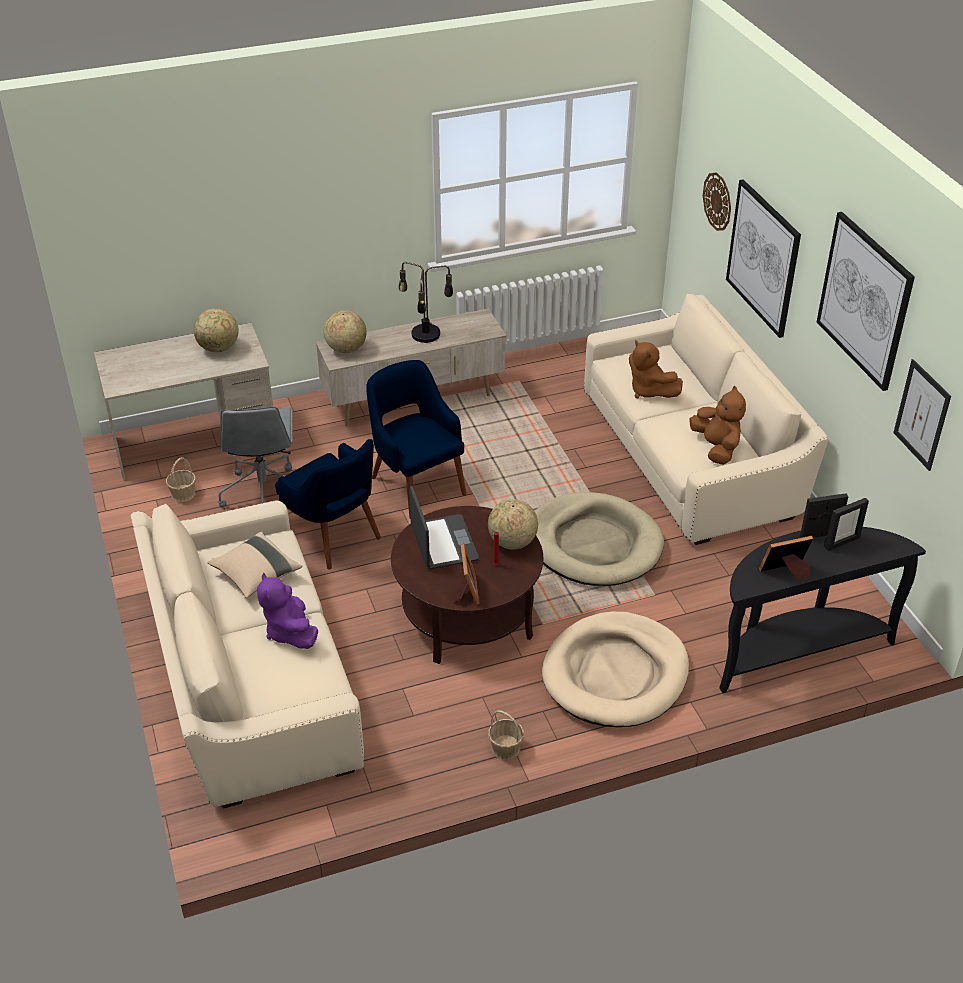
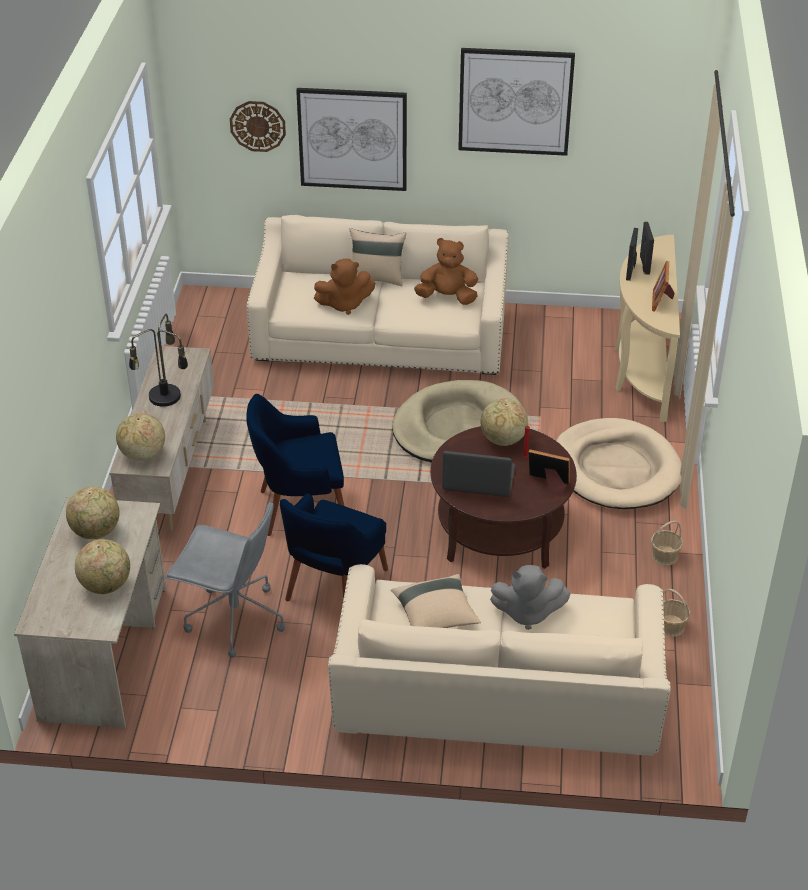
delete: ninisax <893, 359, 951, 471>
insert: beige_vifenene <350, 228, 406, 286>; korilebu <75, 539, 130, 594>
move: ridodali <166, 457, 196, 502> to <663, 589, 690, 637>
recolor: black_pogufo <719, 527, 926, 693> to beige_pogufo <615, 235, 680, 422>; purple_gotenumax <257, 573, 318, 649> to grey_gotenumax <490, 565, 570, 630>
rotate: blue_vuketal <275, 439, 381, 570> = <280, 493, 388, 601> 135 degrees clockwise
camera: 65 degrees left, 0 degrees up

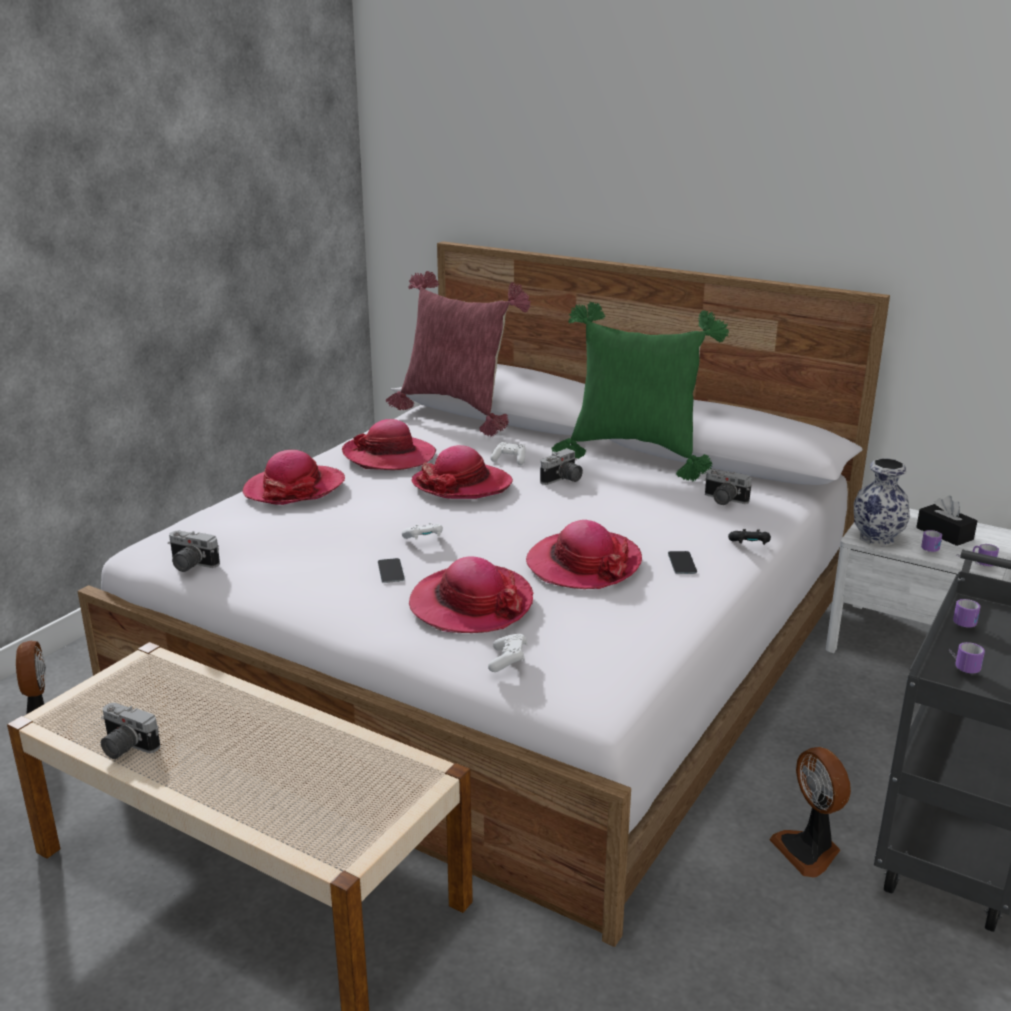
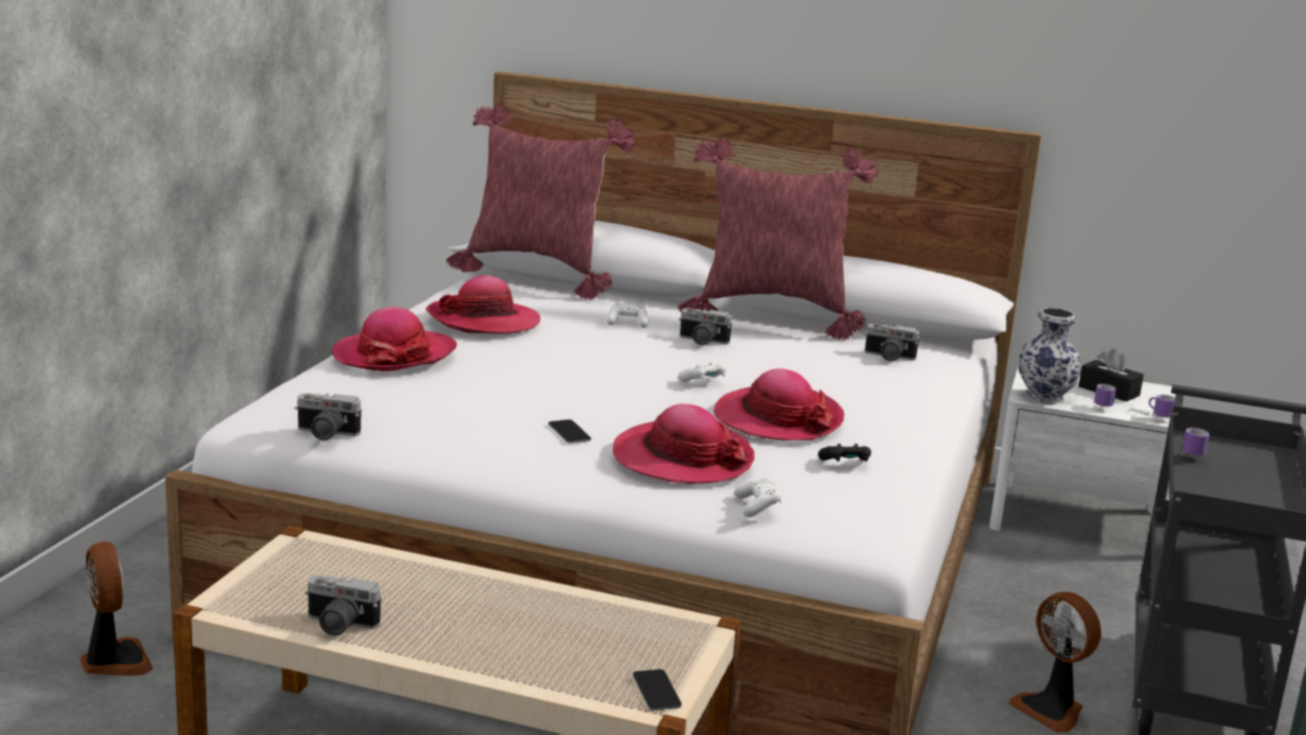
delete: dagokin <411, 445, 513, 499>; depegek <949, 642, 985, 674>
move: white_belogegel <402, 522, 443, 540> to <678, 363, 726, 382>; black_belogegel <728, 529, 771, 545> to <818, 444, 871, 462>; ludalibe <668, 551, 697, 574> to <633, 669, 682, 711>
recolor: green_vifenene <551, 302, 729, 482> to red_vifenene <678, 138, 879, 341>
rotate: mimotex <540, 448, 583, 485> = <679, 308, 732, 345> 75 degrees clockwise
camera: 15 degrees left, 5 degrees down

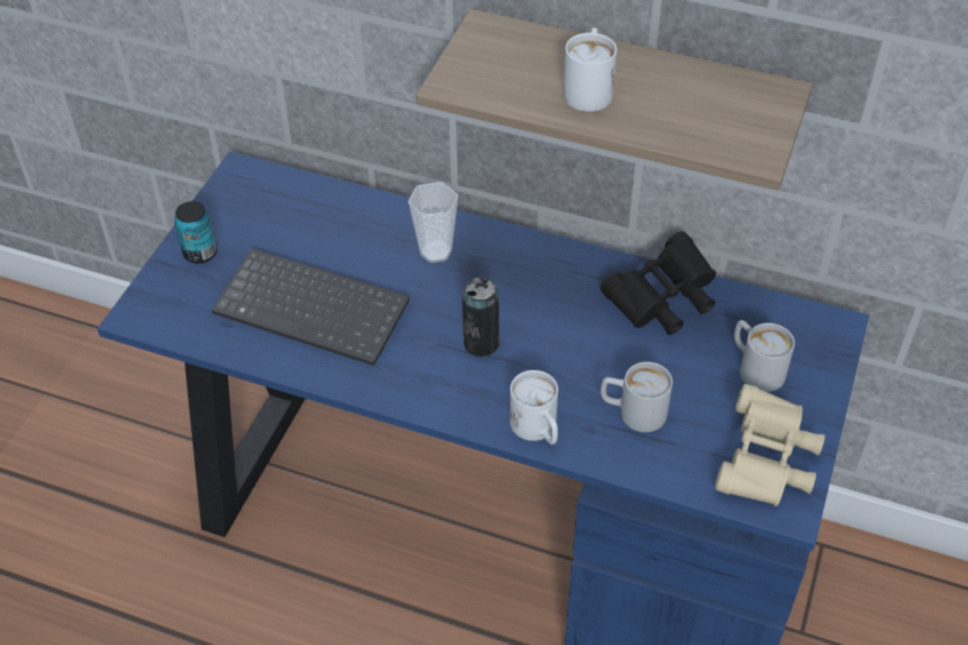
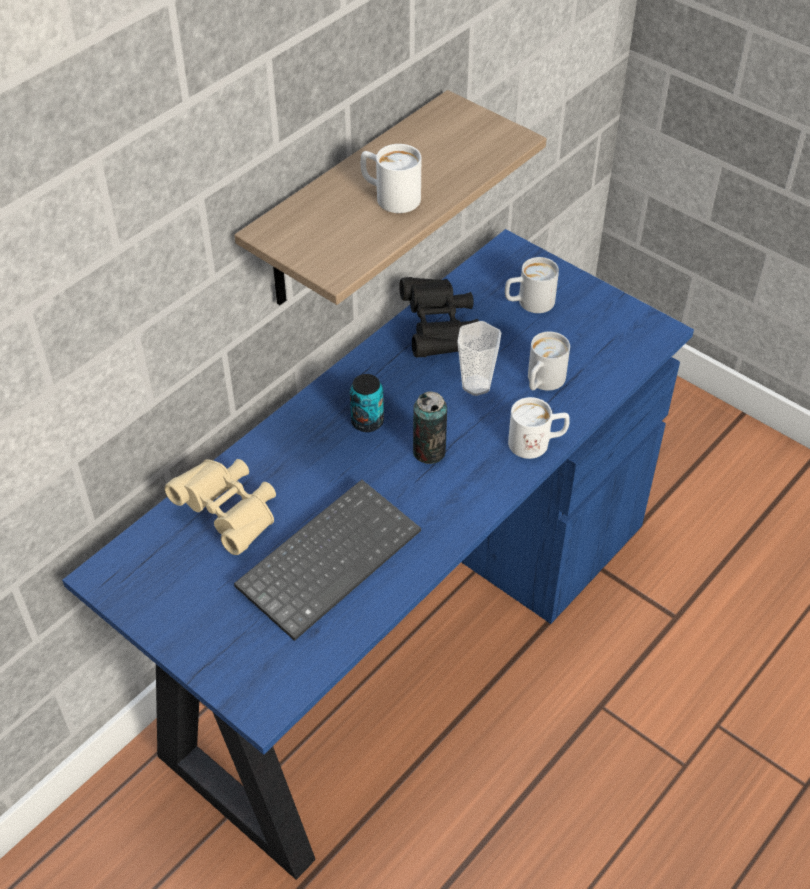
move: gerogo <408, 182, 458, 263> to <457, 321, 501, 396>; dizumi <174, 201, 217, 264> to <350, 374, 384, 432>; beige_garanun <715, 384, 825, 506> to <165, 459, 276, 555>
camera: 70 degrees left, 0 degrees up

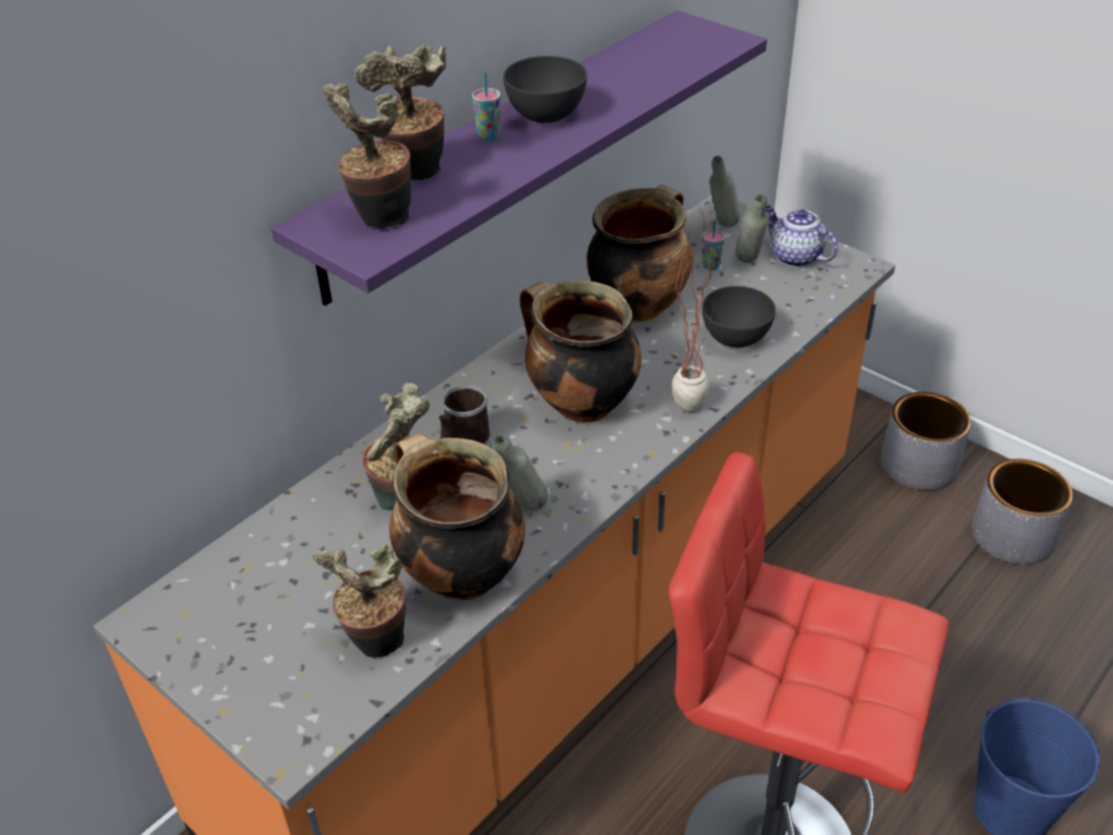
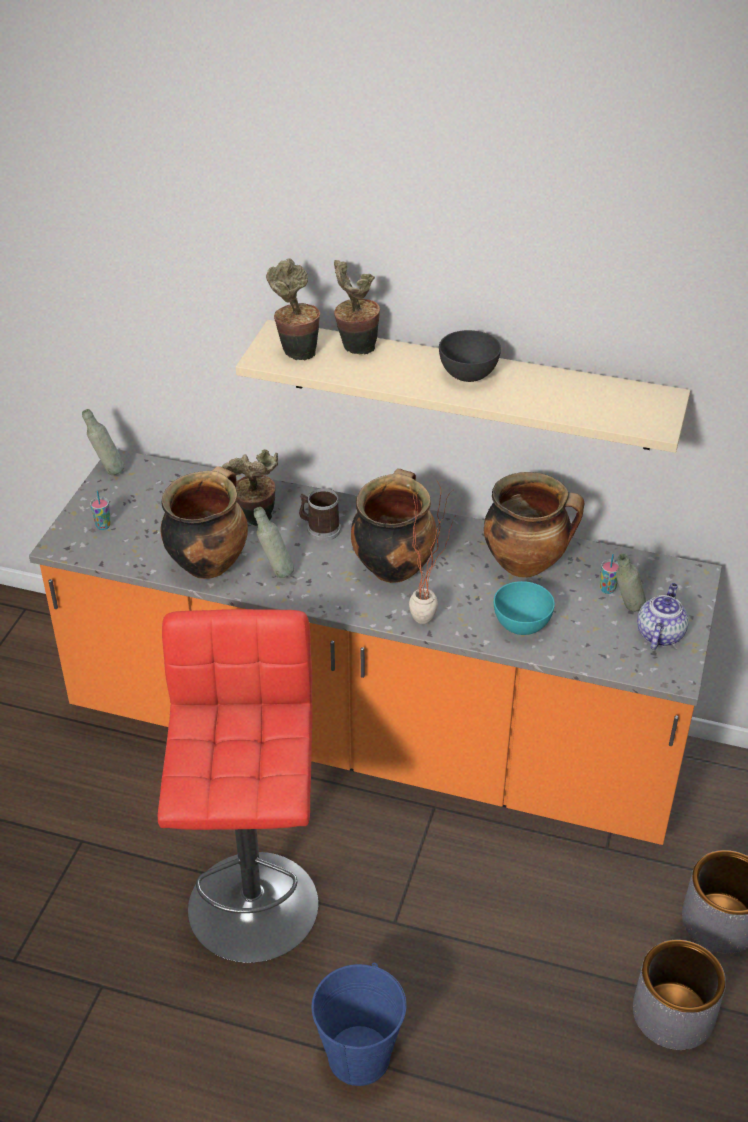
delete: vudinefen <312, 544, 406, 658>
move: gerogo <472, 72, 501, 141> to <90, 491, 111, 530>; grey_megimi <709, 156, 740, 227> to <82, 409, 125, 475>
recolor: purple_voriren <271, 10, 767, 306> to beige_voriren <236, 320, 690, 453>; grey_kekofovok <702, 286, 776, 348> to turquoise_kekofovok <494, 581, 555, 635>
camera: 65 degrees right, 0 degrees up

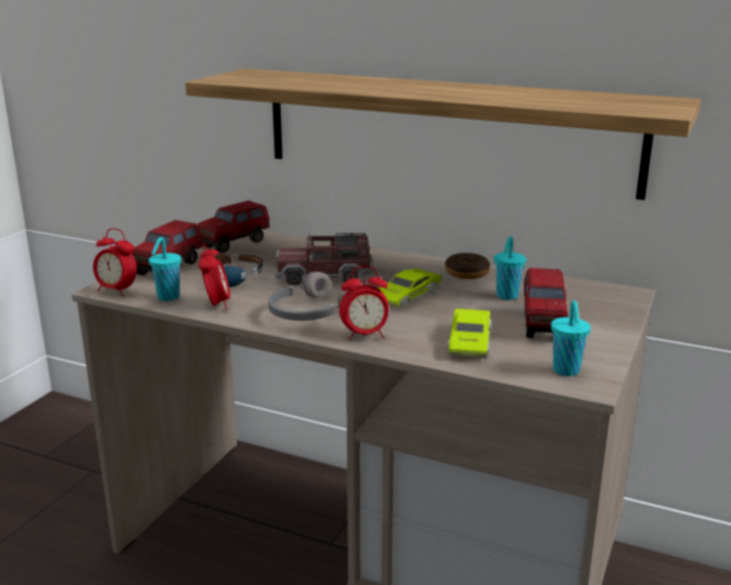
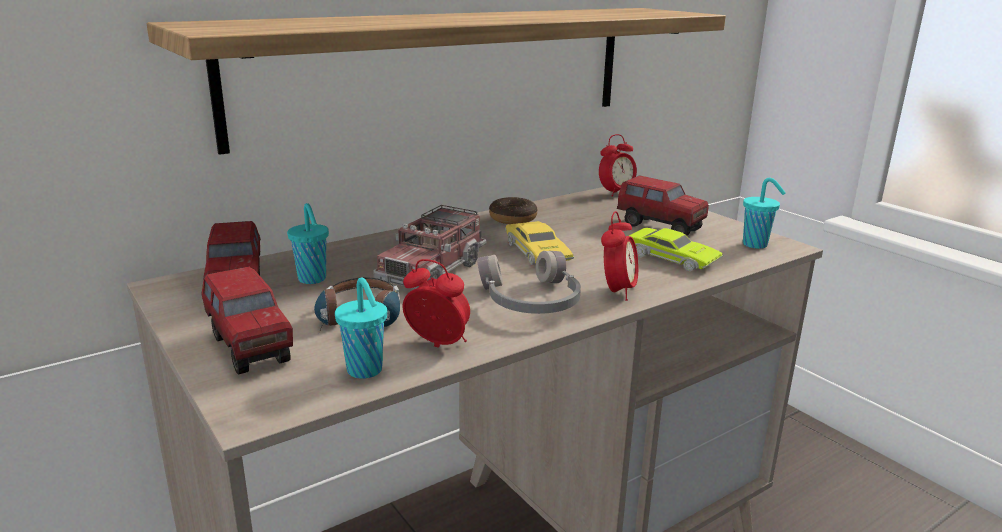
move: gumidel <93, 228, 137, 296> to <599, 134, 637, 197>; turquoise_gerogo <494, 236, 526, 300> to <287, 203, 329, 284>
recolor: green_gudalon <378, 268, 442, 308> to yellow_gudalon <505, 221, 574, 265>
camera: 60 degrees left, 0 degrees up

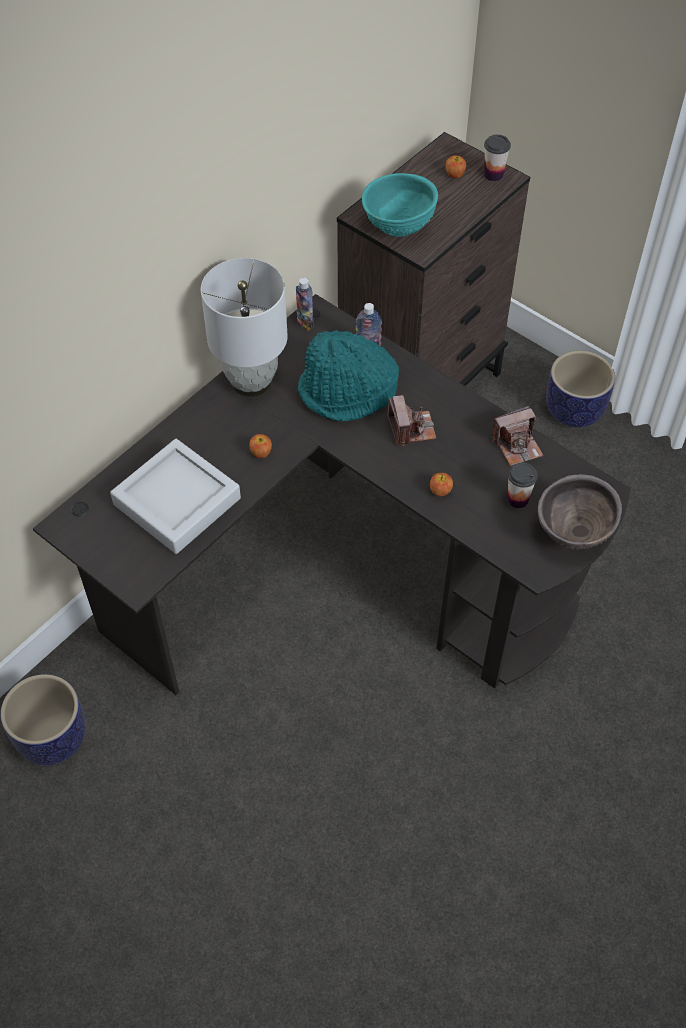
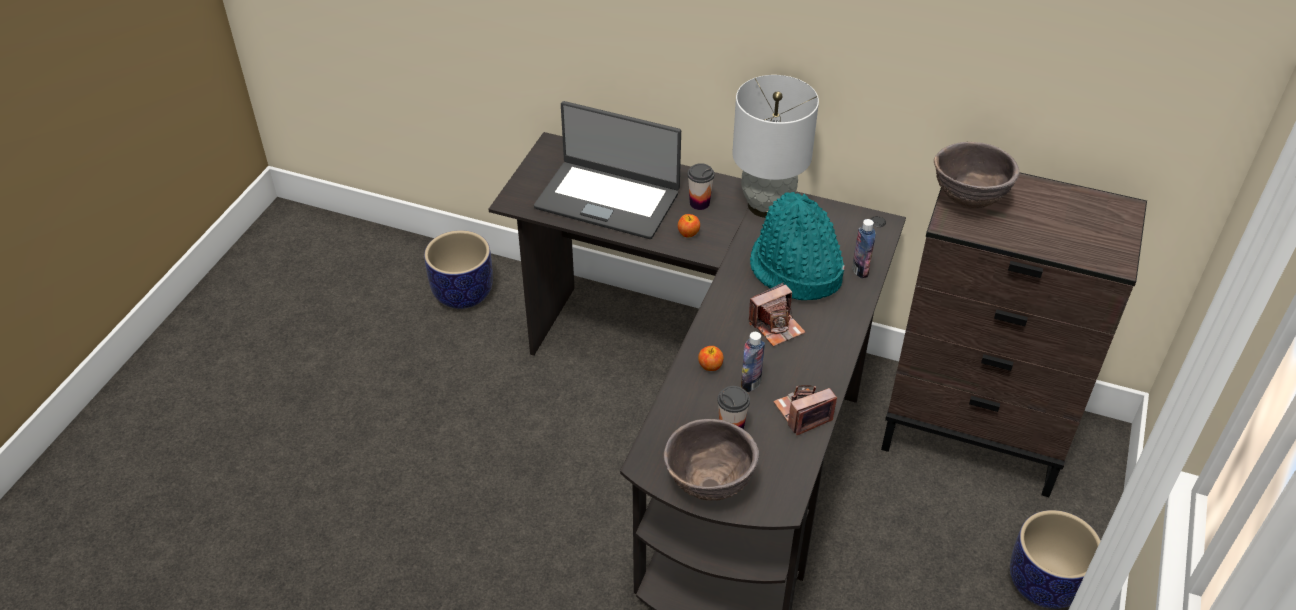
delete: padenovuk <446, 155, 466, 178>
move: gerogo <484, 134, 511, 181> to <687, 163, 714, 210>; megimi <296, 278, 313, 331> to <741, 332, 765, 392>
replace: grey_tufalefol <110, 439, 241, 554> to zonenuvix <534, 101, 681, 239>
recolor: turquoise_kekofovok <362, 173, 438, 237> to brown_kekofovok <934, 142, 1019, 209>
rotate: mimotex <492, 406, 543, 466> = <773, 385, 837, 436> 105 degrees clockwise
camera: 70 degrees right, 10 degrees down

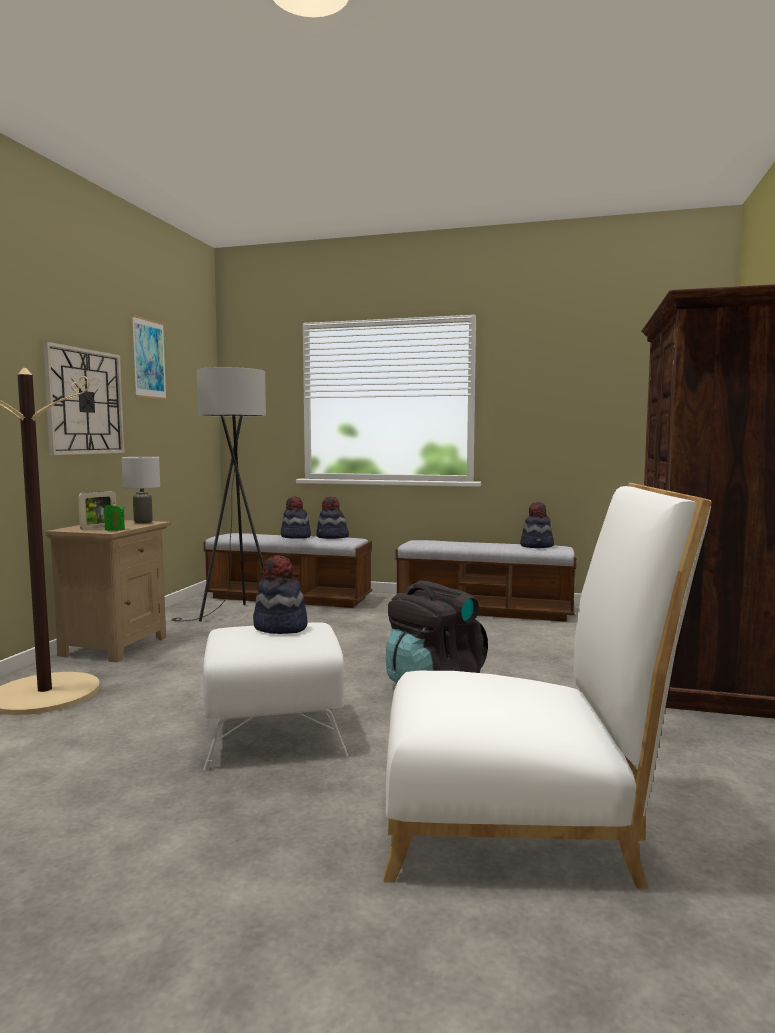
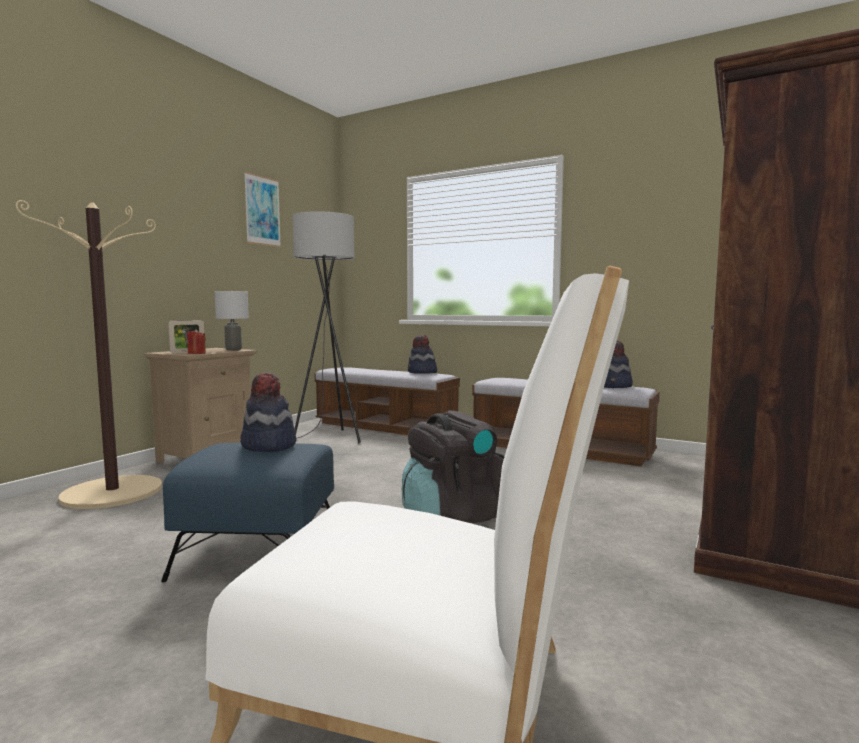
delete: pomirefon <43, 342, 125, 455>; dagokin <281, 497, 311, 539>
recolor: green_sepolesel <103, 502, 125, 531> to red_sepolesel <187, 329, 206, 354>; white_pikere <203, 623, 348, 770> to blue_pikere <161, 443, 334, 582>
camera: 15 degrees right, 0 degrees up

